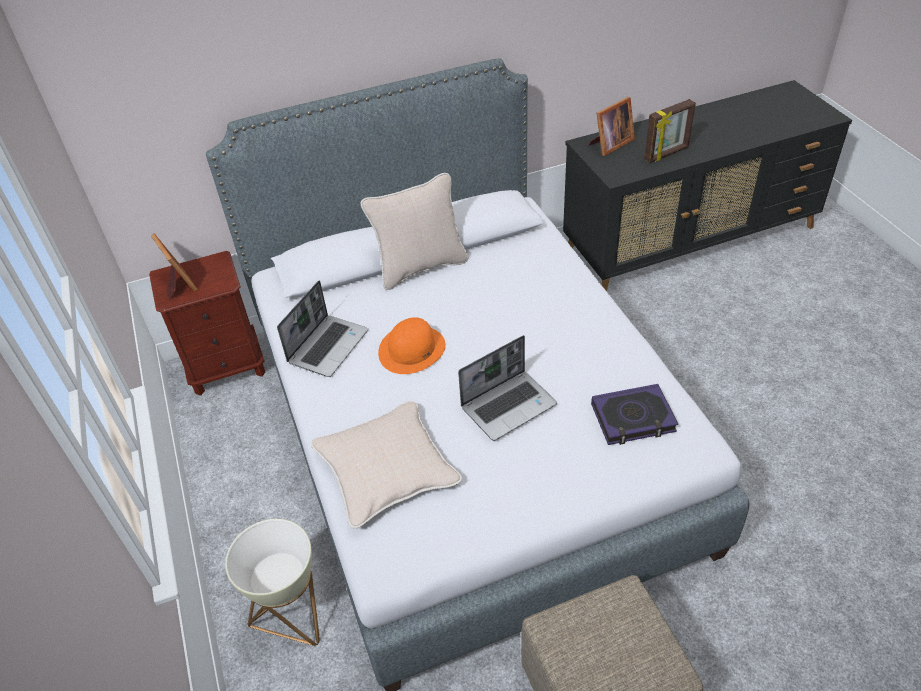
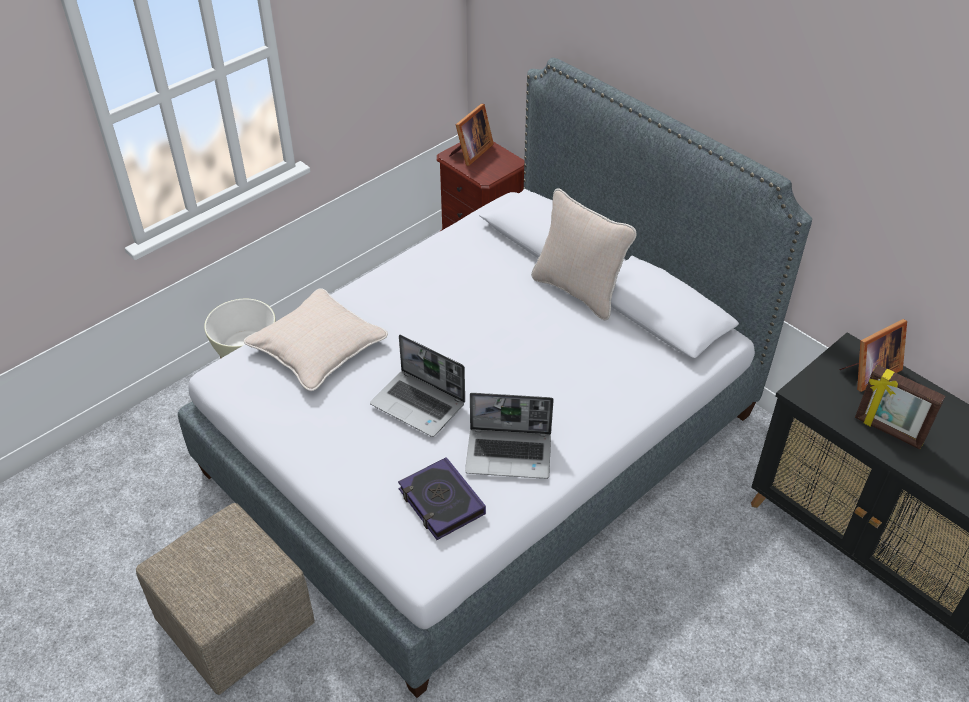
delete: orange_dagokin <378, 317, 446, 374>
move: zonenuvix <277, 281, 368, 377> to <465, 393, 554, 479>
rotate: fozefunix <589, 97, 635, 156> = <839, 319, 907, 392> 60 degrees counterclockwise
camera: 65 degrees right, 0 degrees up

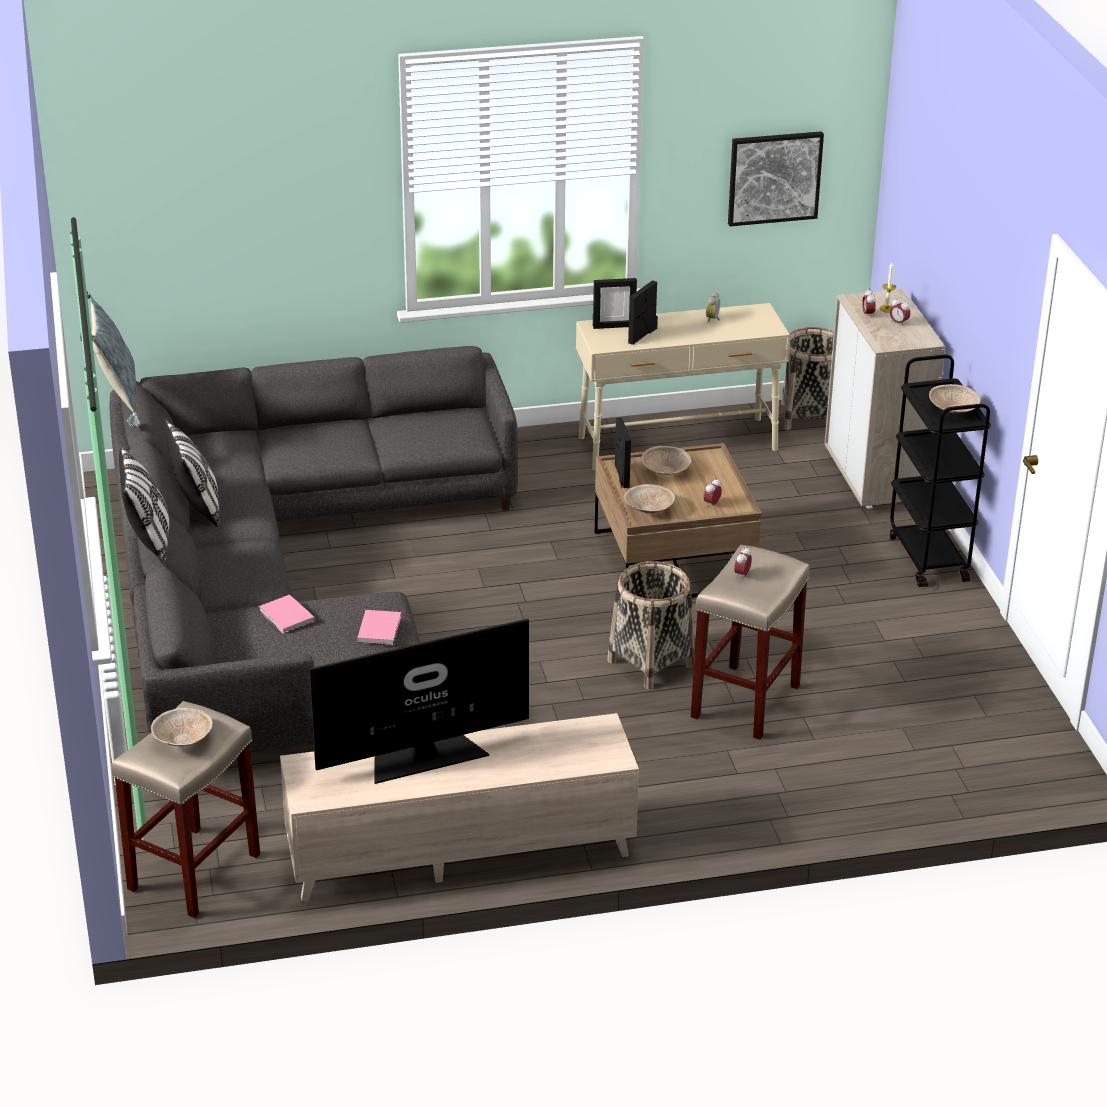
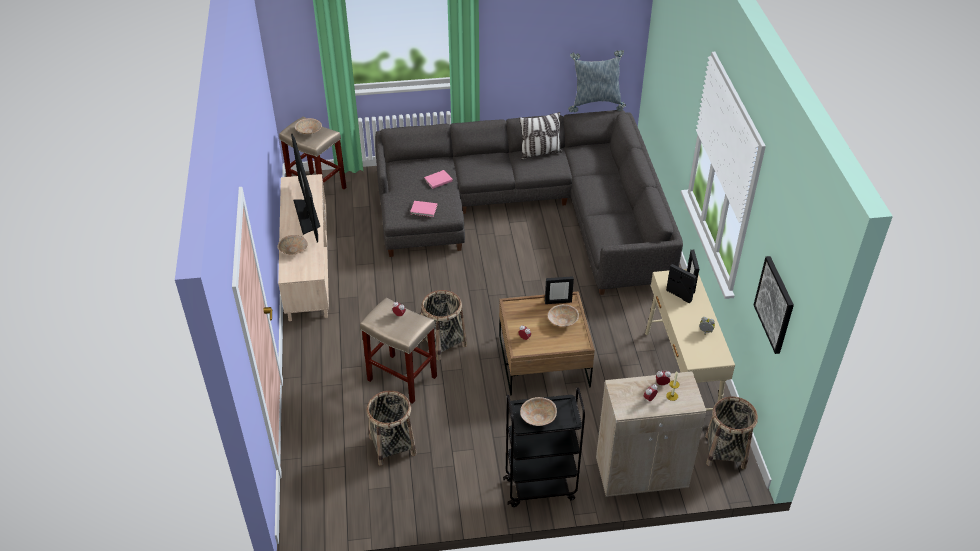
delete: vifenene <119, 445, 169, 564>
insert: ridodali <367, 391, 416, 466>
move: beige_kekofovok <624, 484, 675, 514> to <277, 235, 308, 254>
camera: 95 degrees right, 10 degrees up

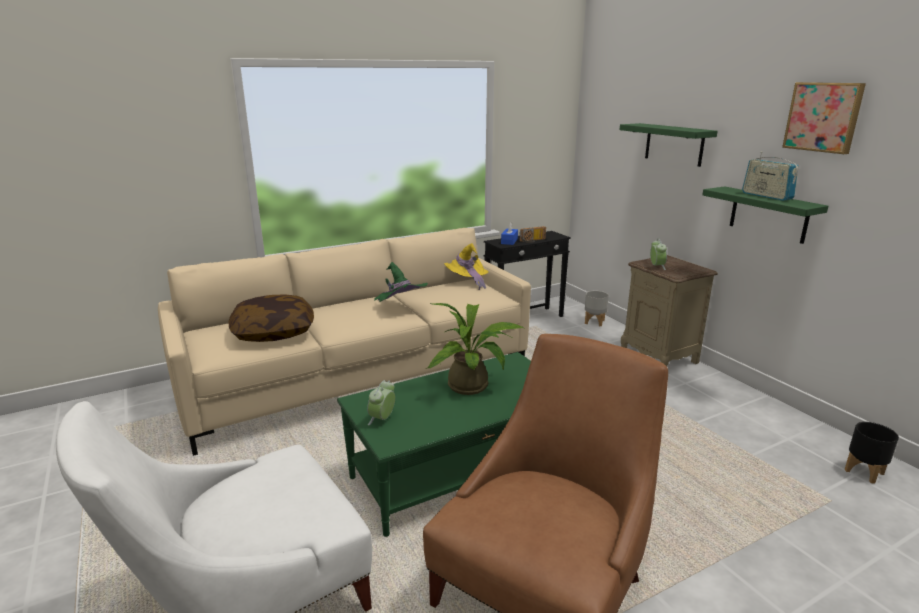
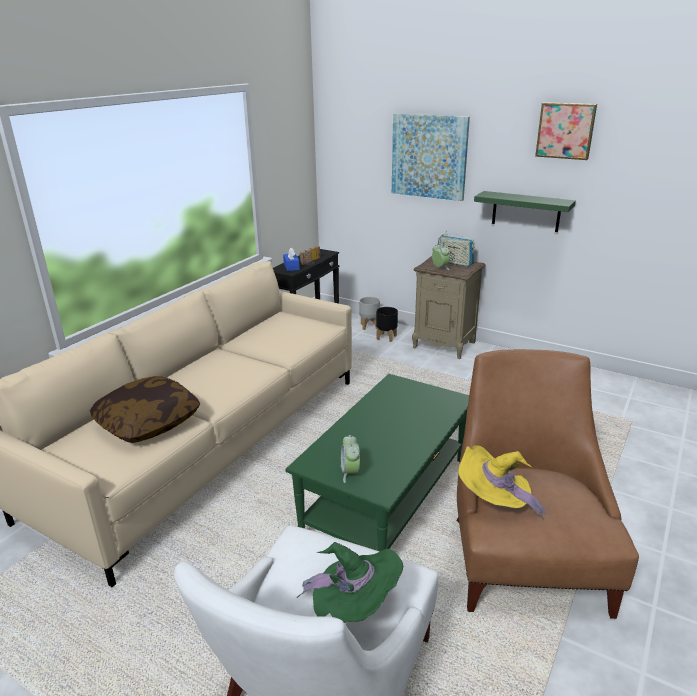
delete: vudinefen <427, 303, 524, 395>
move: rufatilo <742, 152, 799, 201> to <438, 234, 475, 267>; yellow_dagokin <444, 243, 489, 290> to <458, 445, 546, 522>; green_dagokin <374, 262, 428, 302> to <297, 542, 403, 623>; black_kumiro <845, 422, 899, 484> to <376, 307, 398, 342>
replace: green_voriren <620, 123, 718, 167> to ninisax <392, 113, 470, 201>
camera: 30 degrees left, 5 degrees up

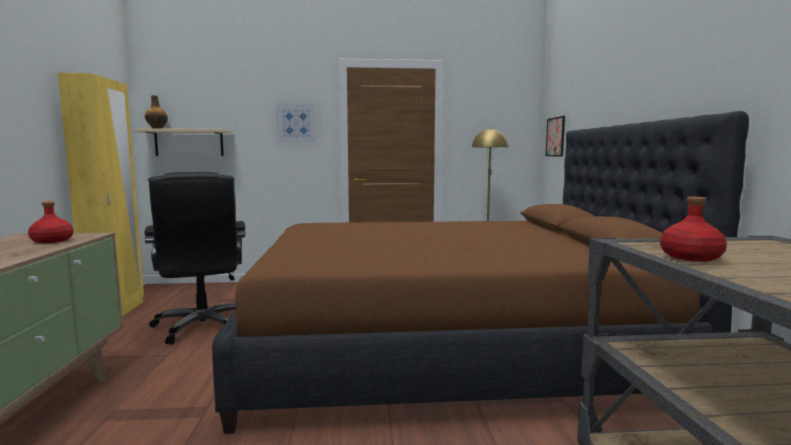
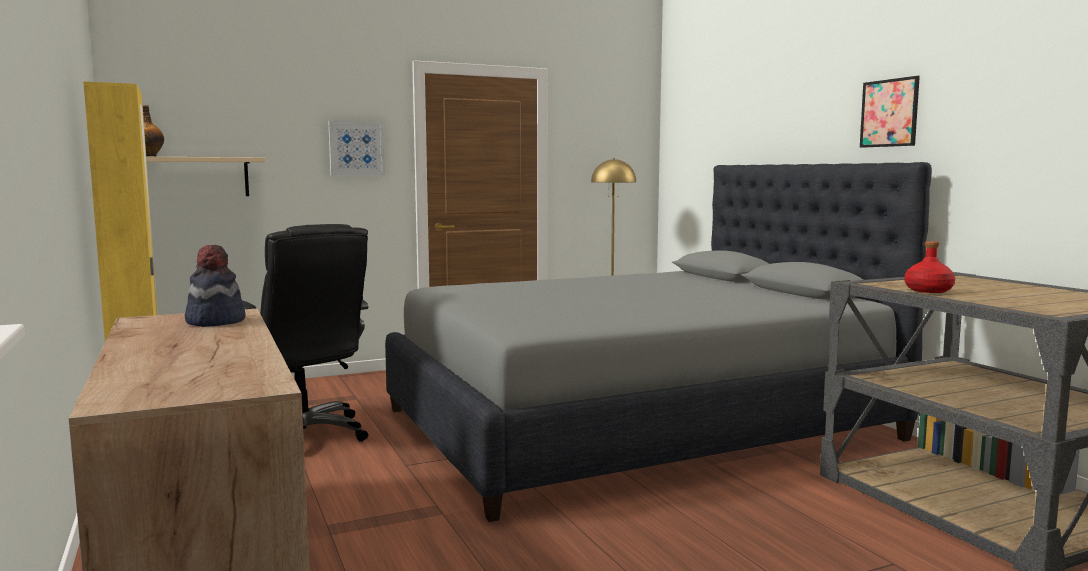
move: ninisax <546, 116, 565, 156> to <860, 76, 920, 148>
replace: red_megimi <28, 202, 74, 243> to dagokin <185, 245, 246, 327>
recolor: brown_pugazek <212, 111, 749, 434> to grey_pugazek <385, 162, 932, 522>
camera: 20 degrees left, 0 degrees up

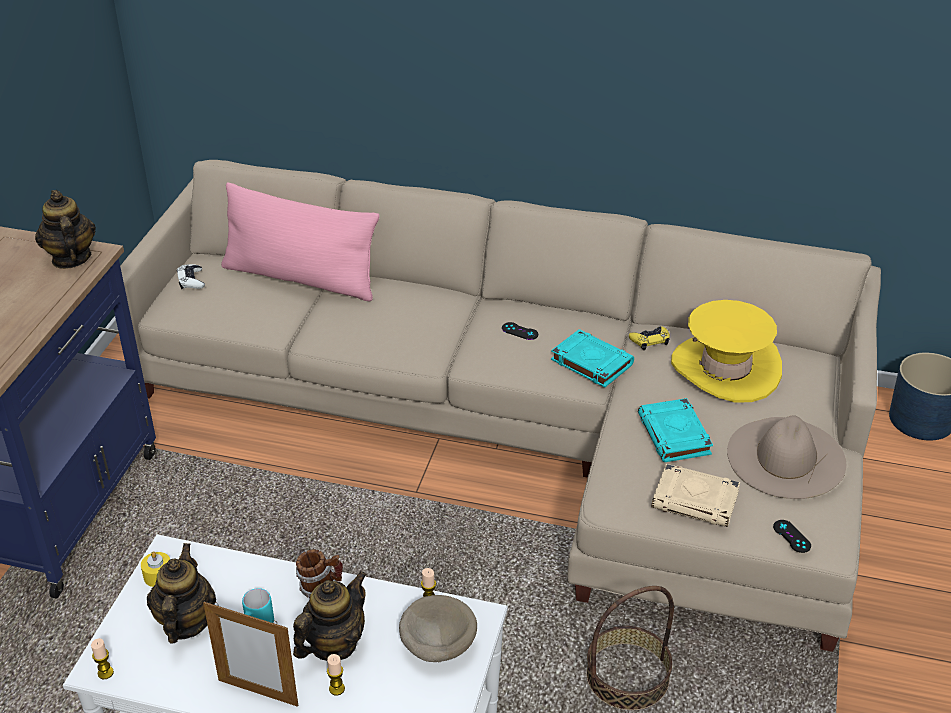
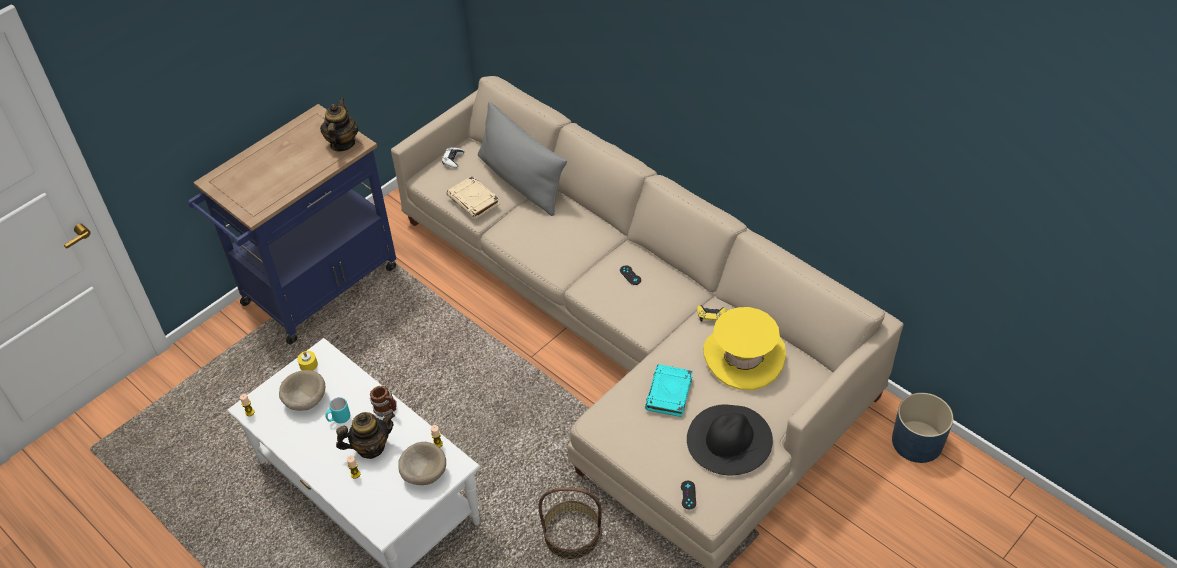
delete: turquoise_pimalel <551, 329, 634, 387>; fozefunix <203, 602, 298, 707>
move: beige_pimalel <652, 464, 740, 527> to <447, 176, 500, 219>
replace: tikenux <147, 543, 216, 643> to beige_kekofovok <279, 370, 325, 411>
recolor: pink_vifenene <221, 182, 380, 302> to grey_vifenene <478, 102, 567, 216>; beige_dagokin <727, 415, 846, 499> to black_dagokin <687, 405, 773, 475>
camera: 30 degrees right, 10 degrees up

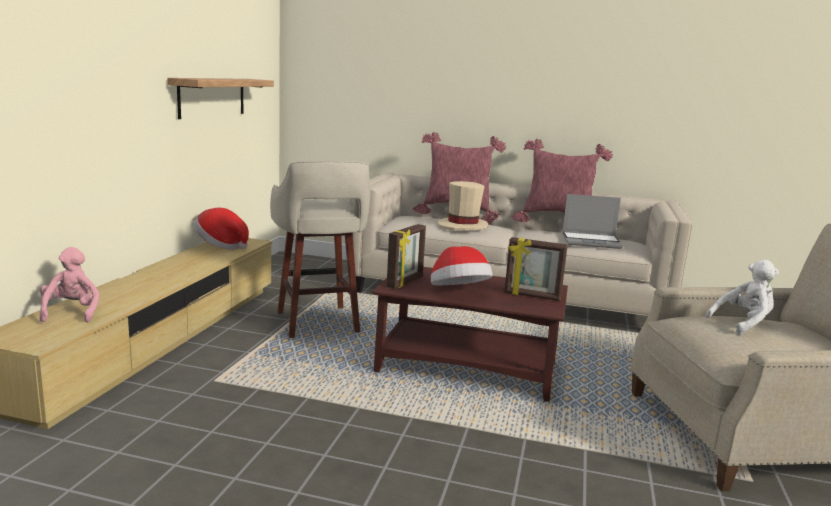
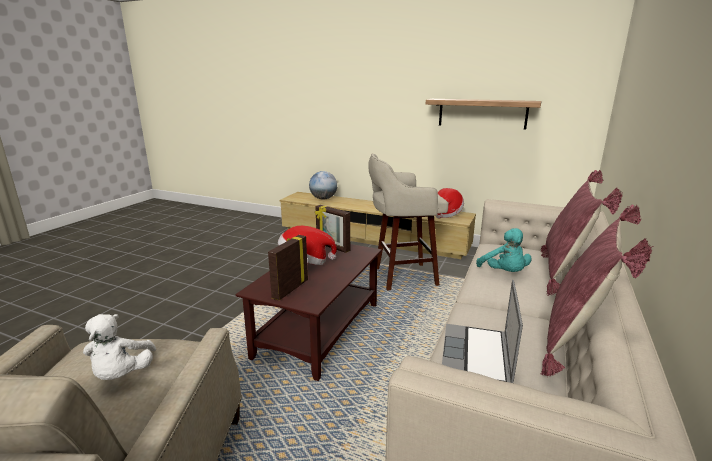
replace: beige_dagokin <438, 181, 488, 231> to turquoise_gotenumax <476, 228, 532, 272>; pink_gotenumax <40, 247, 99, 322> to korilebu <309, 171, 337, 200>
camera: 100 degrees right, 5 degrees up

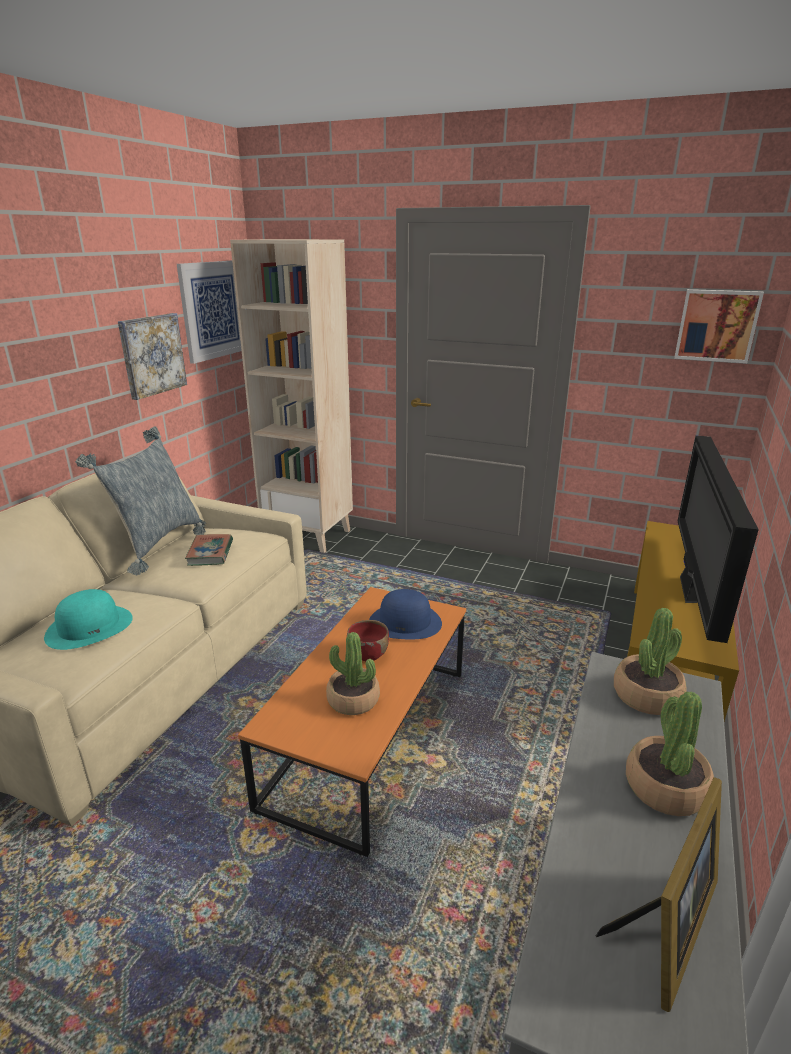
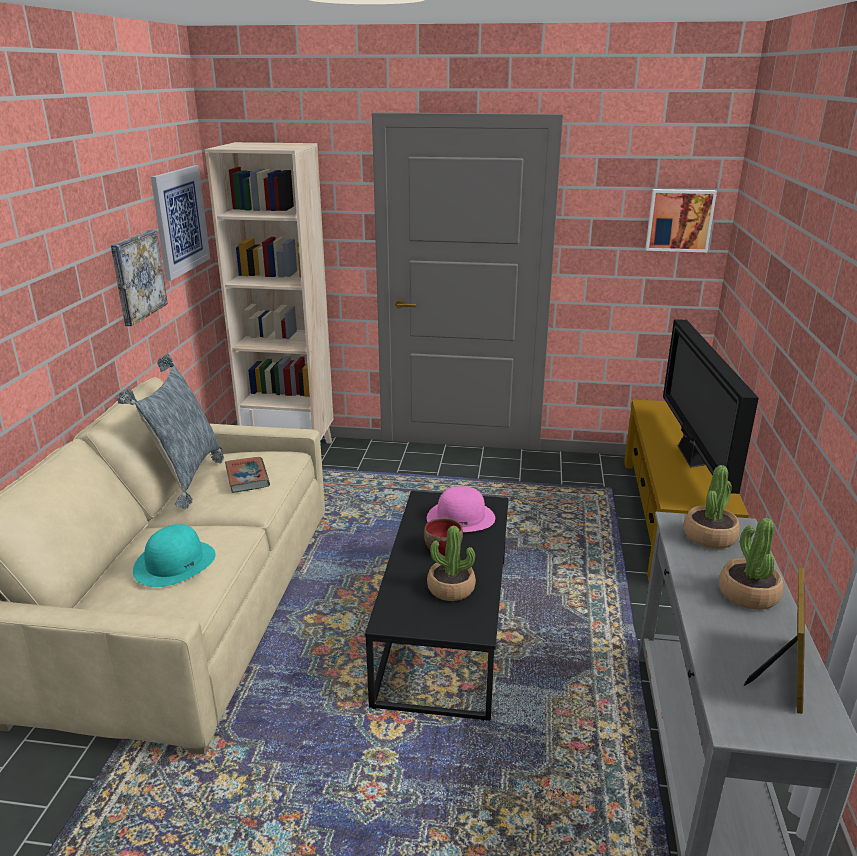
recolor: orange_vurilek <238, 587, 466, 857> to black_vurilek <365, 491, 509, 721>; blue_dagokin <369, 589, 442, 639> to pink_dagokin <427, 486, 495, 532>
camera: 15 degrees left, 0 degrees up

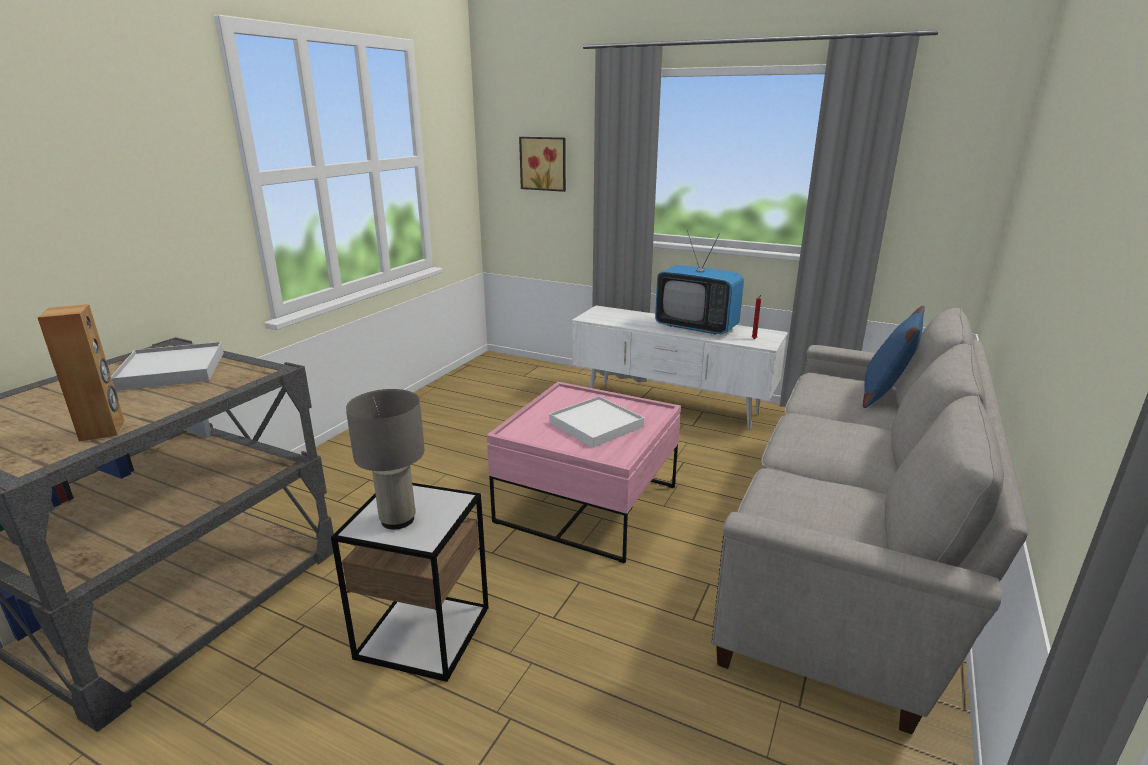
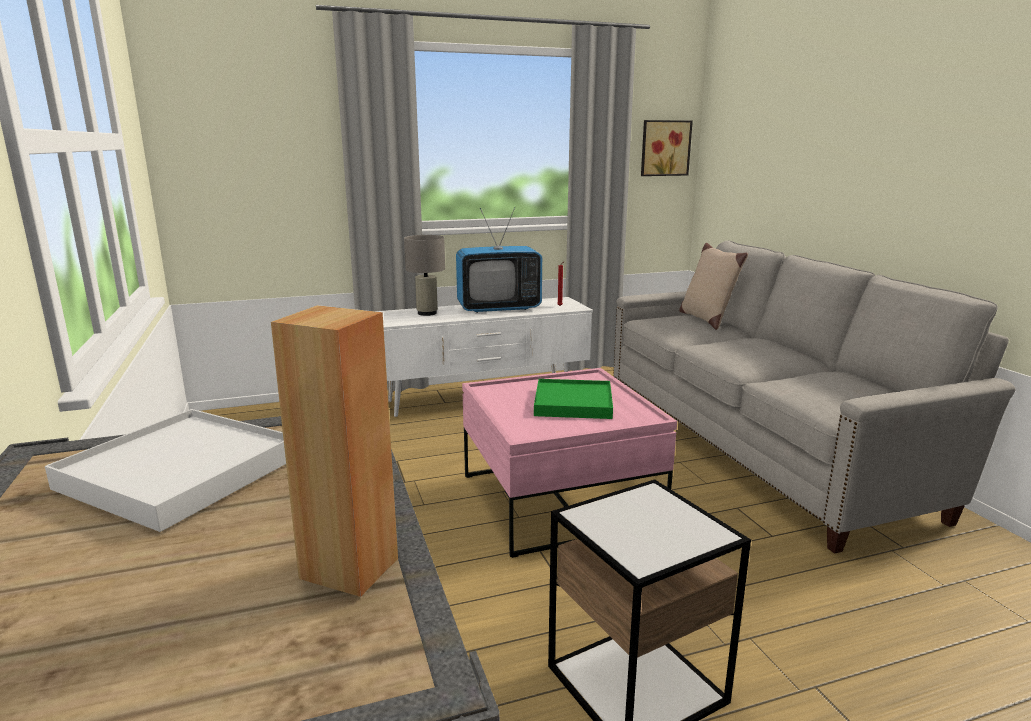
move: ninisax <519, 137, 566, 192> to <641, 120, 693, 176>; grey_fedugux <346, 389, 424, 530> to <404, 235, 445, 316>
recolor: blue_vifenene <863, 306, 925, 408> to beige_vifenene <679, 243, 748, 330>; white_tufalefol <549, 396, 644, 448> to green_tufalefol <534, 379, 613, 419>
camera: 45 degrees left, 5 degrees down

